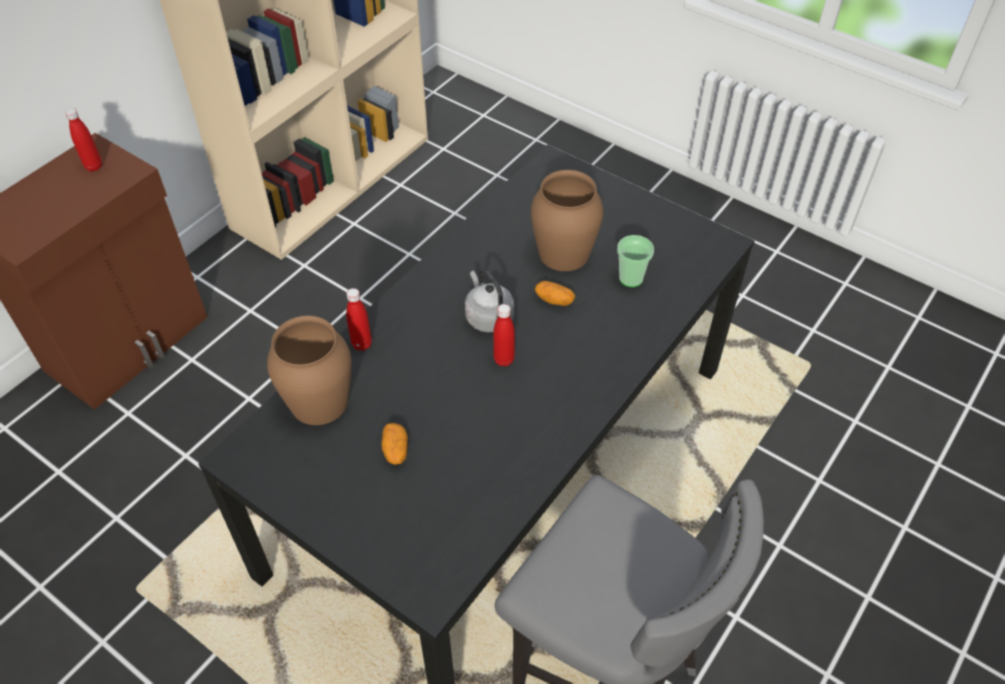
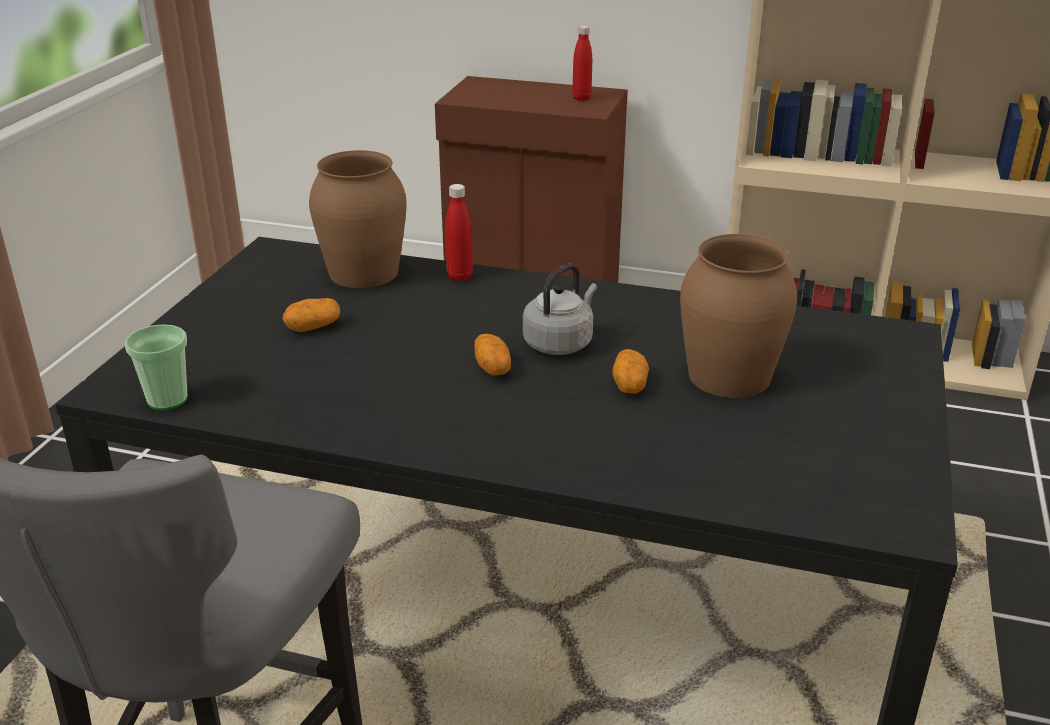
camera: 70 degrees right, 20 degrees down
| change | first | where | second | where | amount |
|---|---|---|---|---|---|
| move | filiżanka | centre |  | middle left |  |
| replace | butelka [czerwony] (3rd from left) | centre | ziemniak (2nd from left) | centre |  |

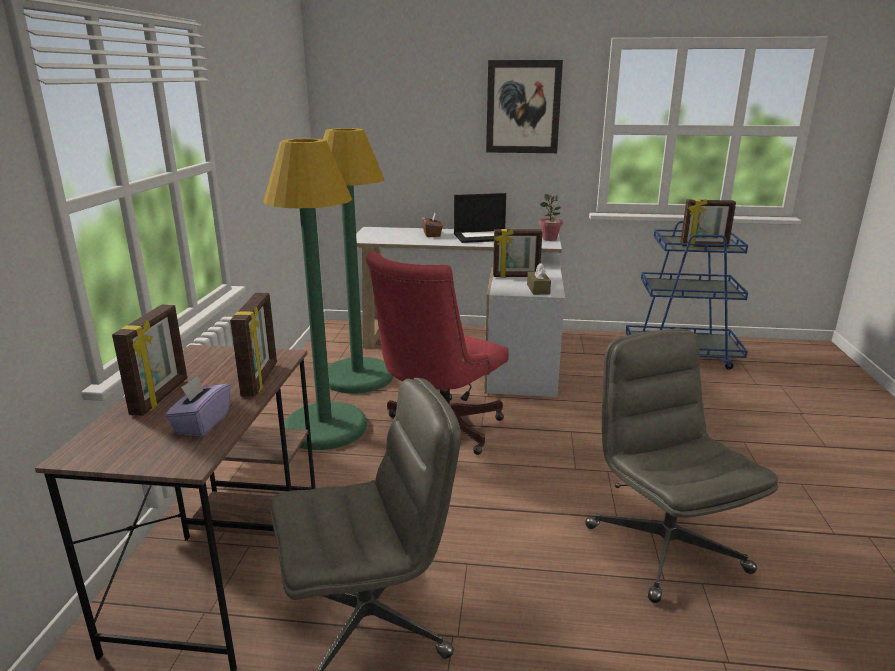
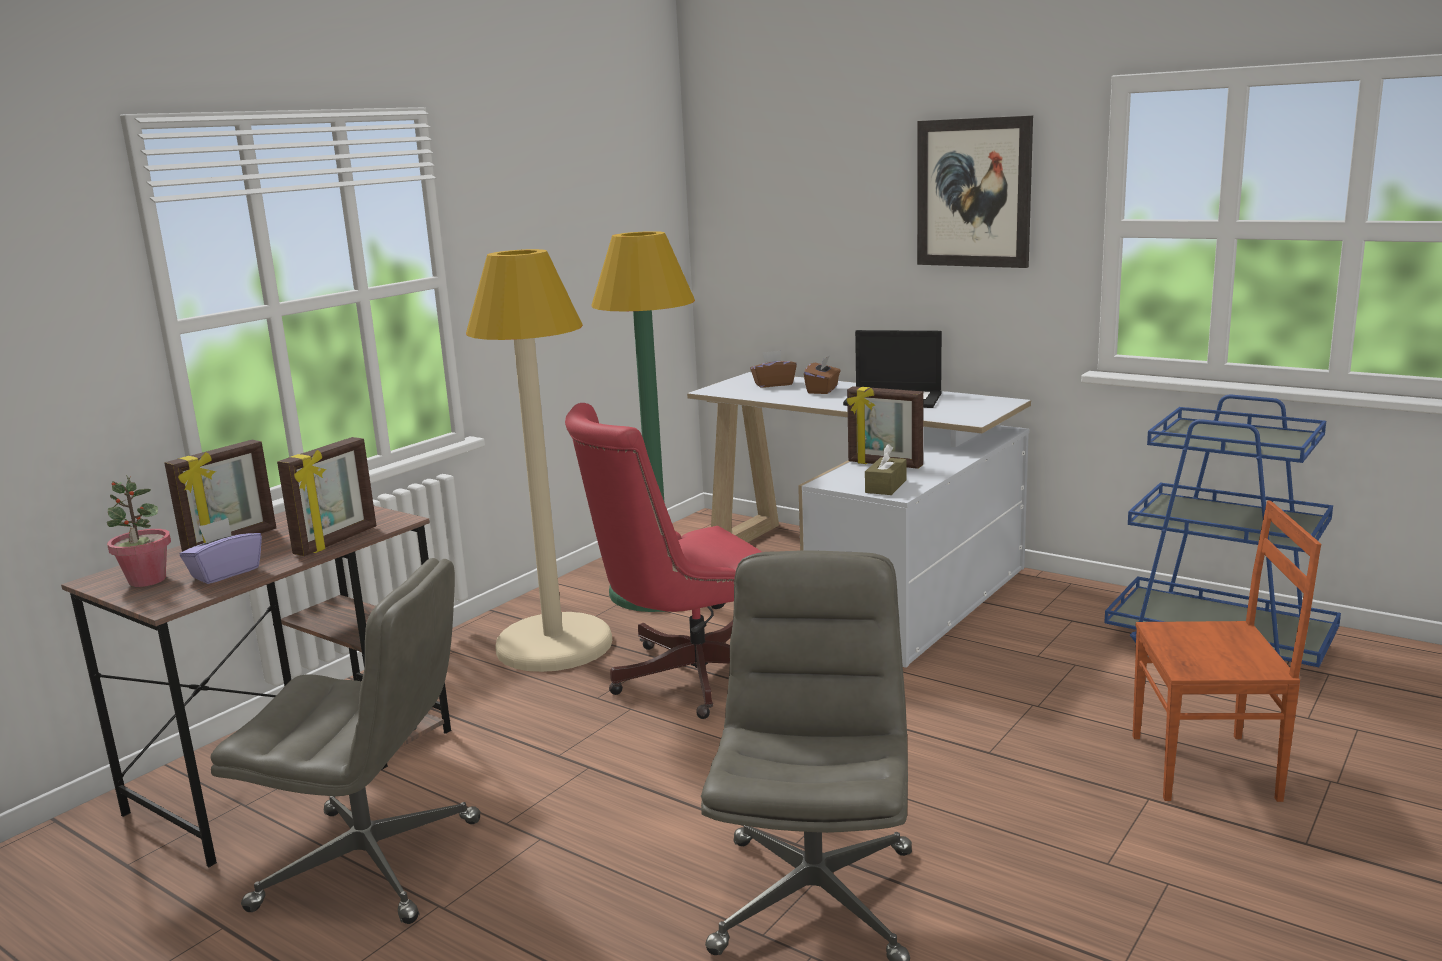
camera: 30 degrees right, 5 degrees down
| change | first | where | second | where | amount |
|---|---|---|---|---|---|
| move | roślina doniczkowa | top centre |  | middle left |  |
| recolor | lampa stojąca [zielony] (1st from left) | centre | lampa stojąca [beżowy] | centre |  |
| insert |  |  | pudełko chusteczek [brązowy] (1st from left) | centre |  |
| insert |  |  | krzesło [brązowy] | bottom right |  |
| delete | ramka na zdjęcie (4th from left) | top right |  |  |  |

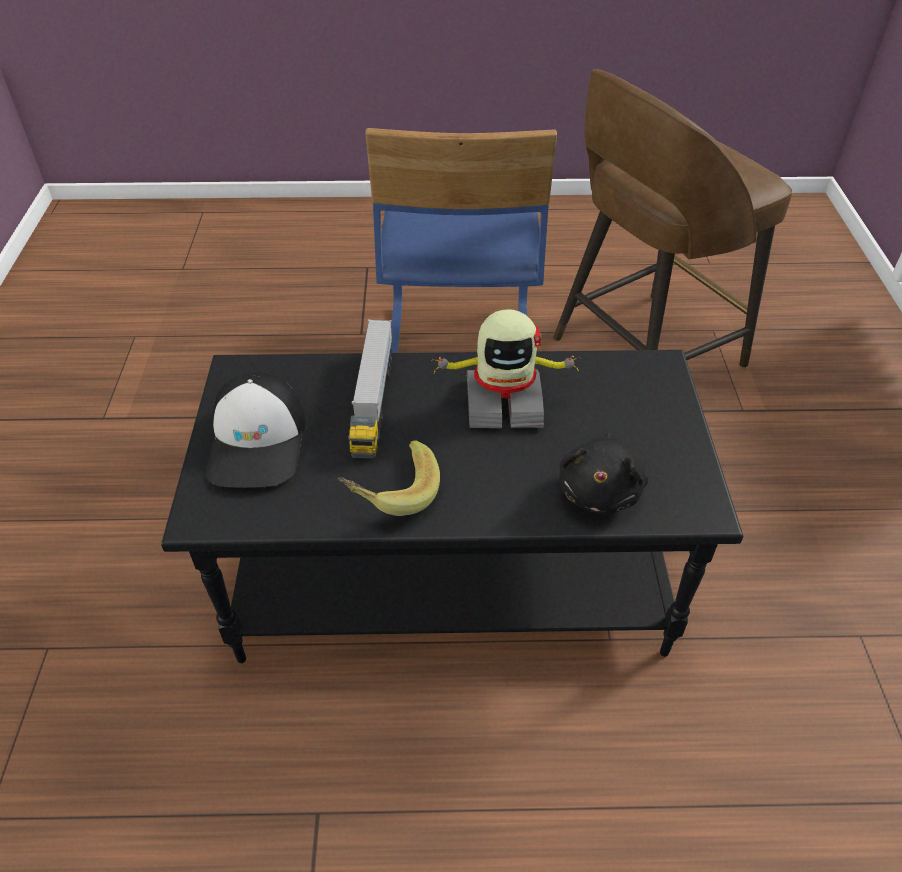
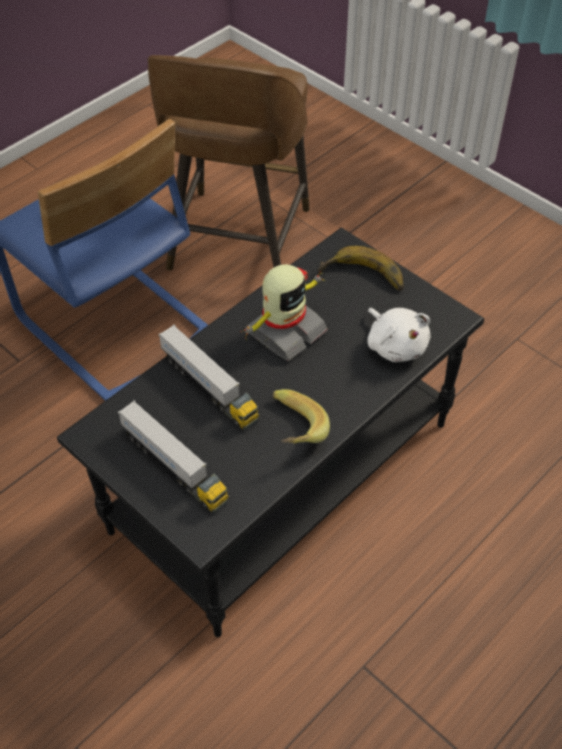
camera: 45 degrees left, 5 degrees up
| change | first | where | second | where | amount |
|---|---|---|---|---|---|
| replace | czapka z daszkiem | middle left | ciężarówka zabawkowa (1st from left) | middle left |  |
| insert |  |  | banan (2nd from left) | centre |  |
| recolor | pluszak [czarny] | middle right | pluszak [biały] | middle right |  |

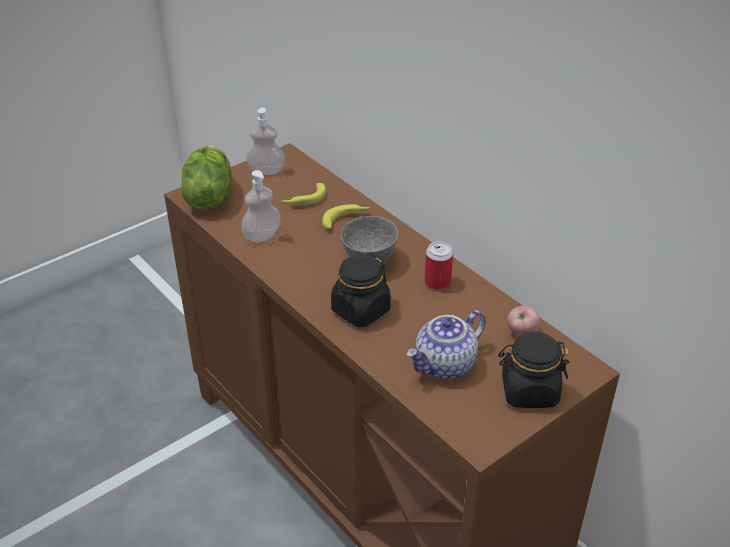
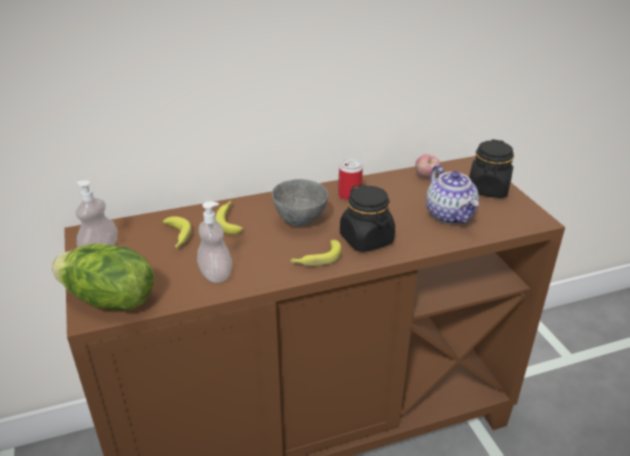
camera: 70 degrees left, 5 degrees down
| change | first | where | second | where | amount |
|---|---|---|---|---|---|
| insert |  |  | banan (3rd from left) | centre |  |

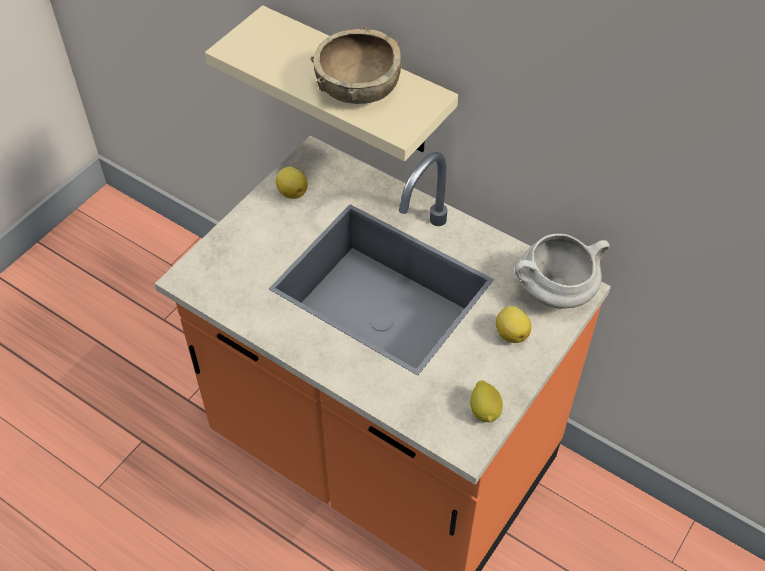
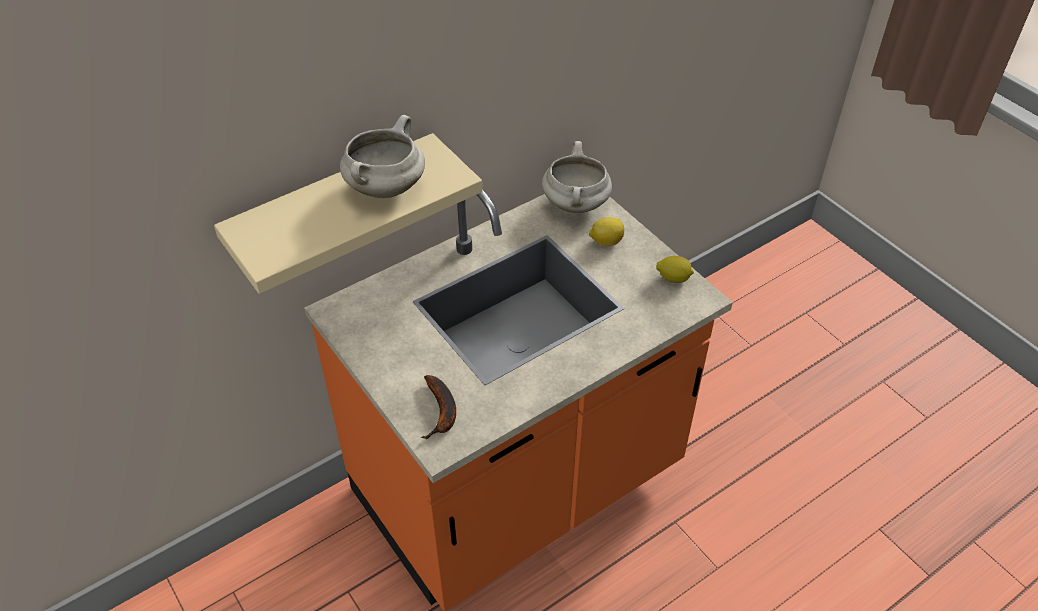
camera: 70 degrees left, 5 degrees down
| change | first | where | second | where | amount |
|---|---|---|---|---|---|
| replace | miska [brązowy] | top centre | garnek [biały] (1st from left) | top centre |  |
| insert |  |  | banan | centre |  |
| delete | cytryna (1st from left) | top centre |  |  |  |

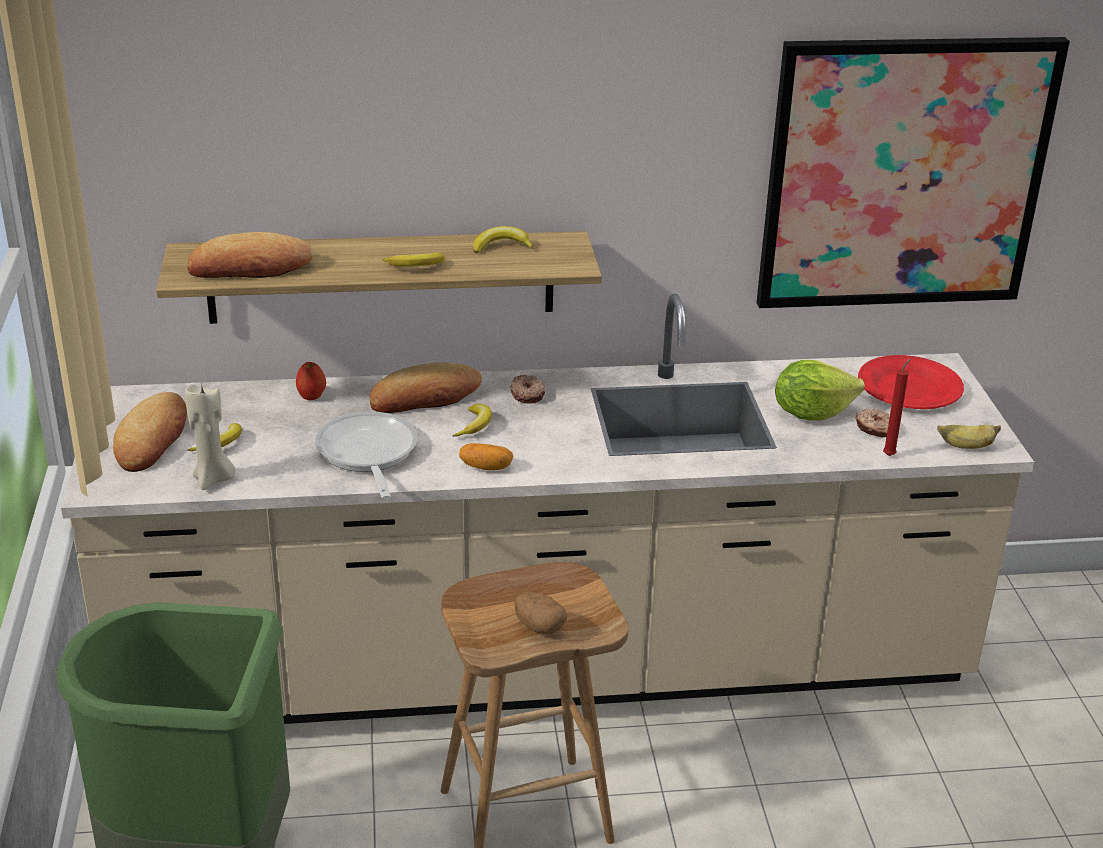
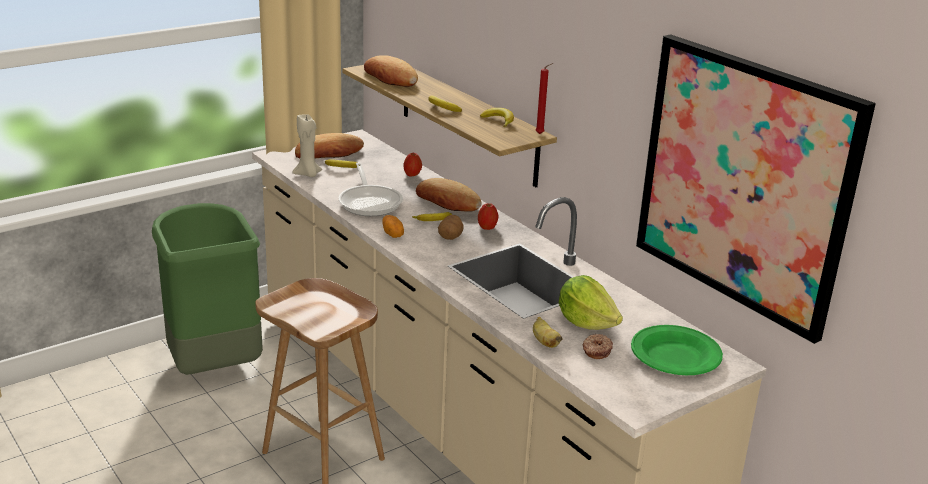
camera: 60 degrees right, 5 degrees down
| change | first | where | second | where | amount |
|---|---|---|---|---|---|
| rotate | patelnia | middle left |  | centre | 120 degrees clockwise |
| move | ziemniak (2nd from left) | bottom centre |  | centre |  |
| replace | donut (1st from left) | centre | jabłko (2nd from left) | centre |  |
| move | banan (5th from left) | middle right |  | bottom centre |  |
| move | świeca [czerwony] | middle right |  | top centre |  |
| recolor | talerz [czerwony] | middle right | talerz [zielony] | bottom right |  |

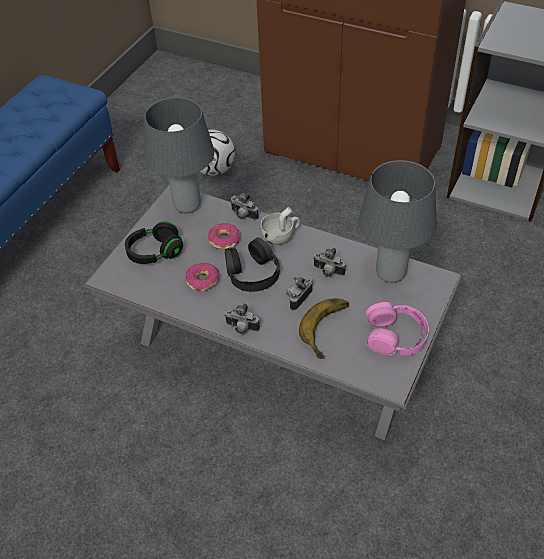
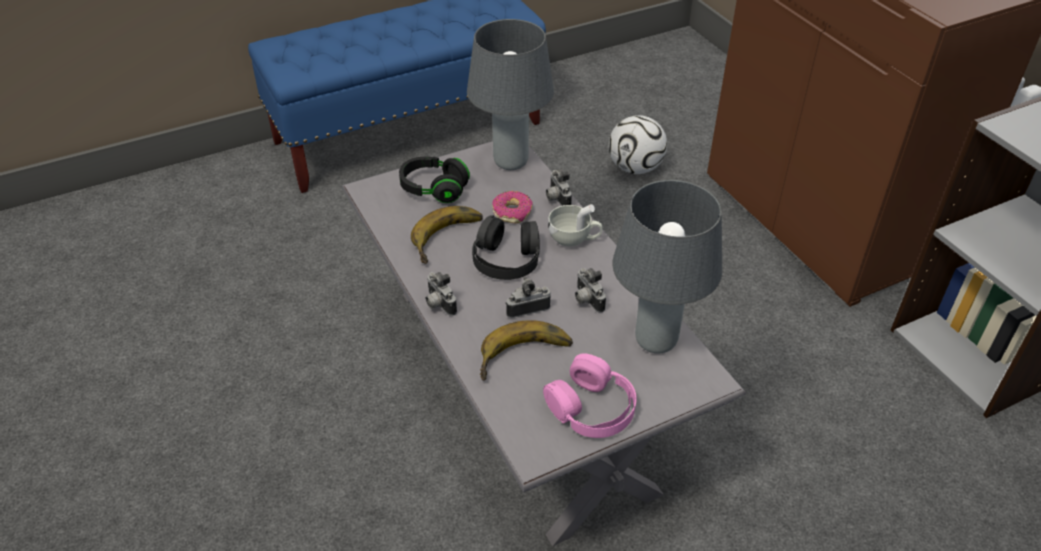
camera: 35 degrees right, 5 degrees down
| change | first | where | second | where | amount |
|---|---|---|---|---|---|
| replace | donut (1st from left) | centre | banan (1st from left) | centre |  |

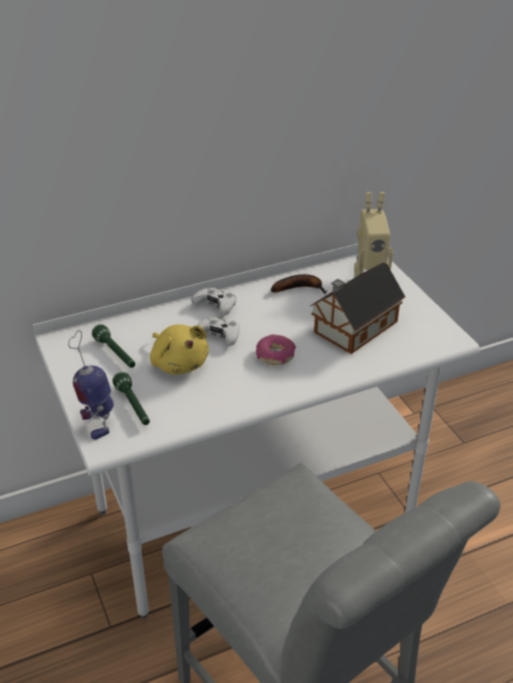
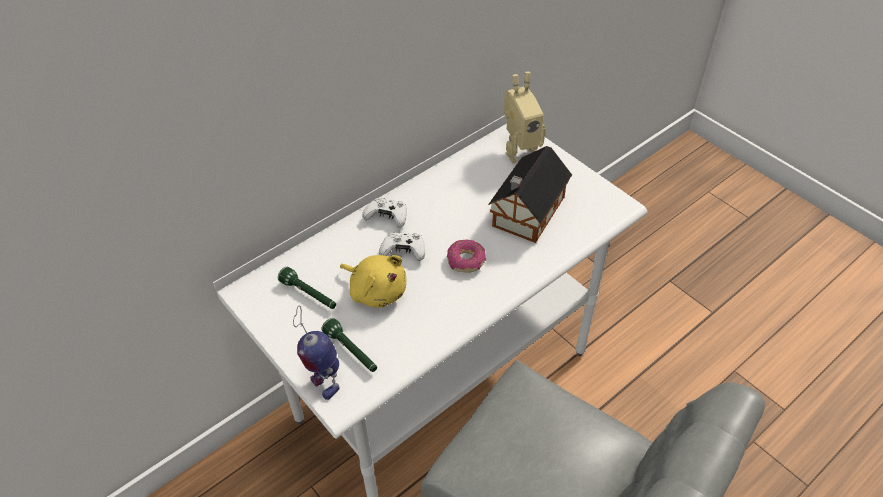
camera: 15 degrees left, 10 degrees up
| change | first | where | second | where | amount |
|---|---|---|---|---|---|
| delete | banan | centre |  |  |  |

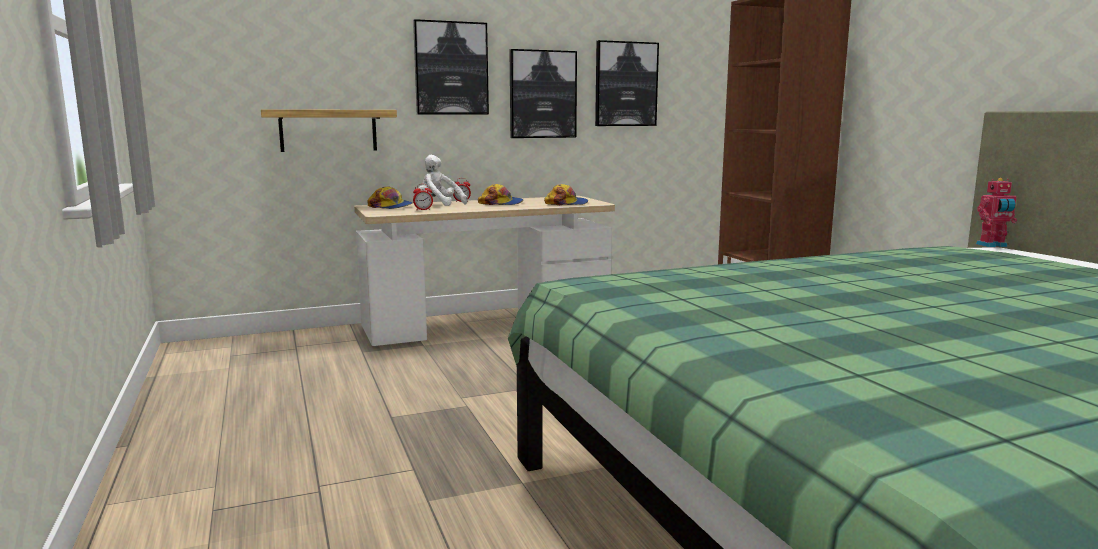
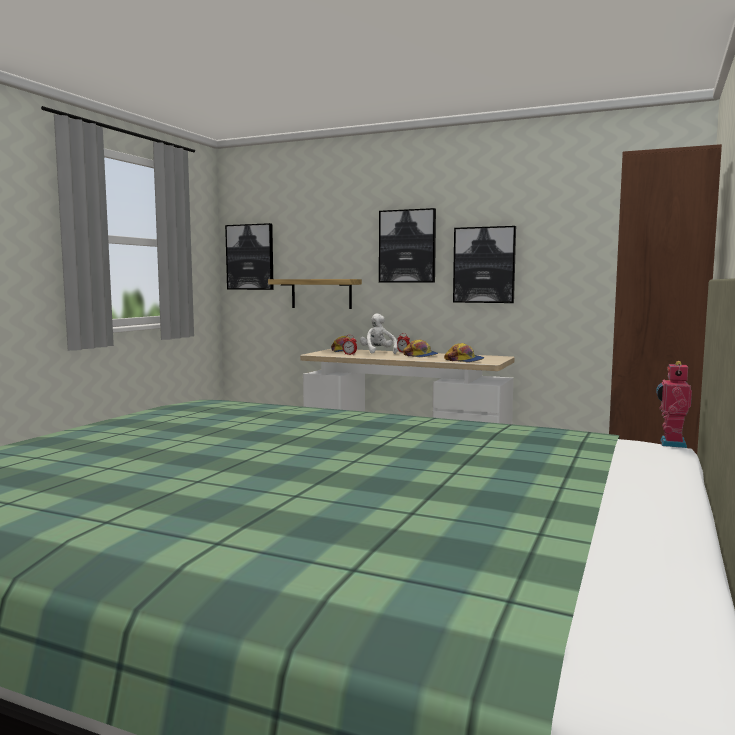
camera: 45 degrees right, 5 degrees down
| change | first | where | second | where | amount |
|---|---|---|---|---|---|
| move | obraz (3rd from left in the first image) | top centre | obraz (1st from left) | centre |  |
| rotate | robot zabawkowy | middle right |  | middle right | 75 degrees clockwise |

